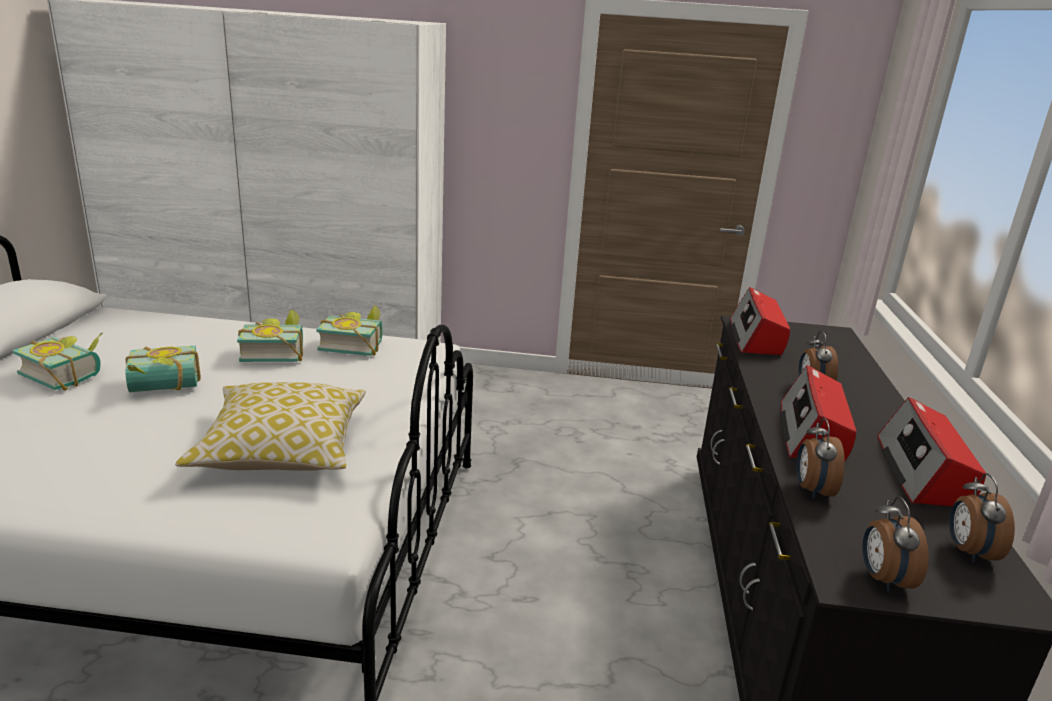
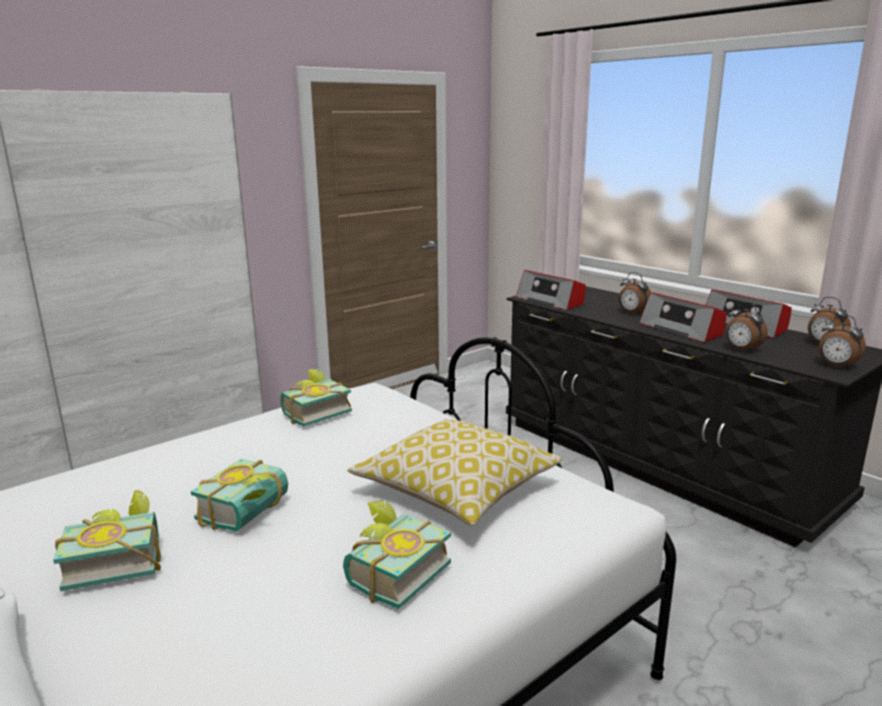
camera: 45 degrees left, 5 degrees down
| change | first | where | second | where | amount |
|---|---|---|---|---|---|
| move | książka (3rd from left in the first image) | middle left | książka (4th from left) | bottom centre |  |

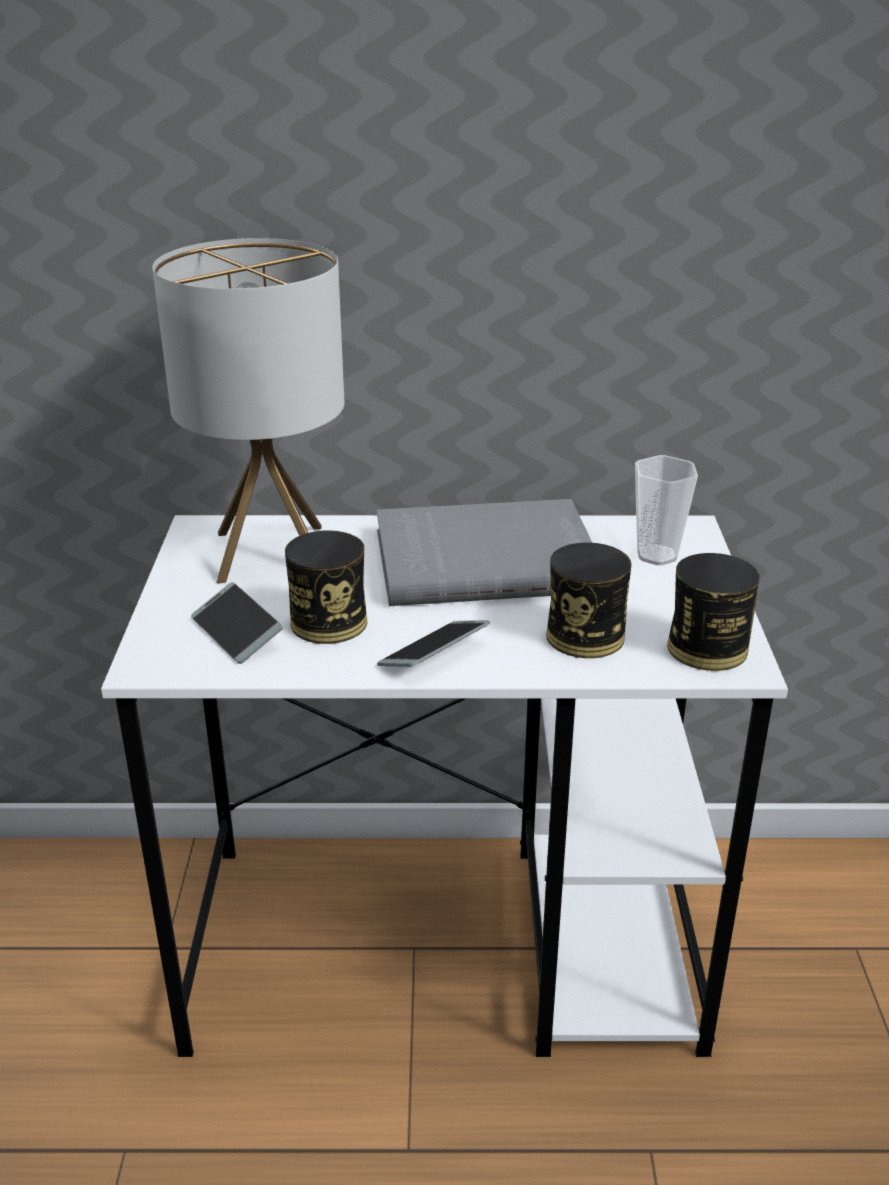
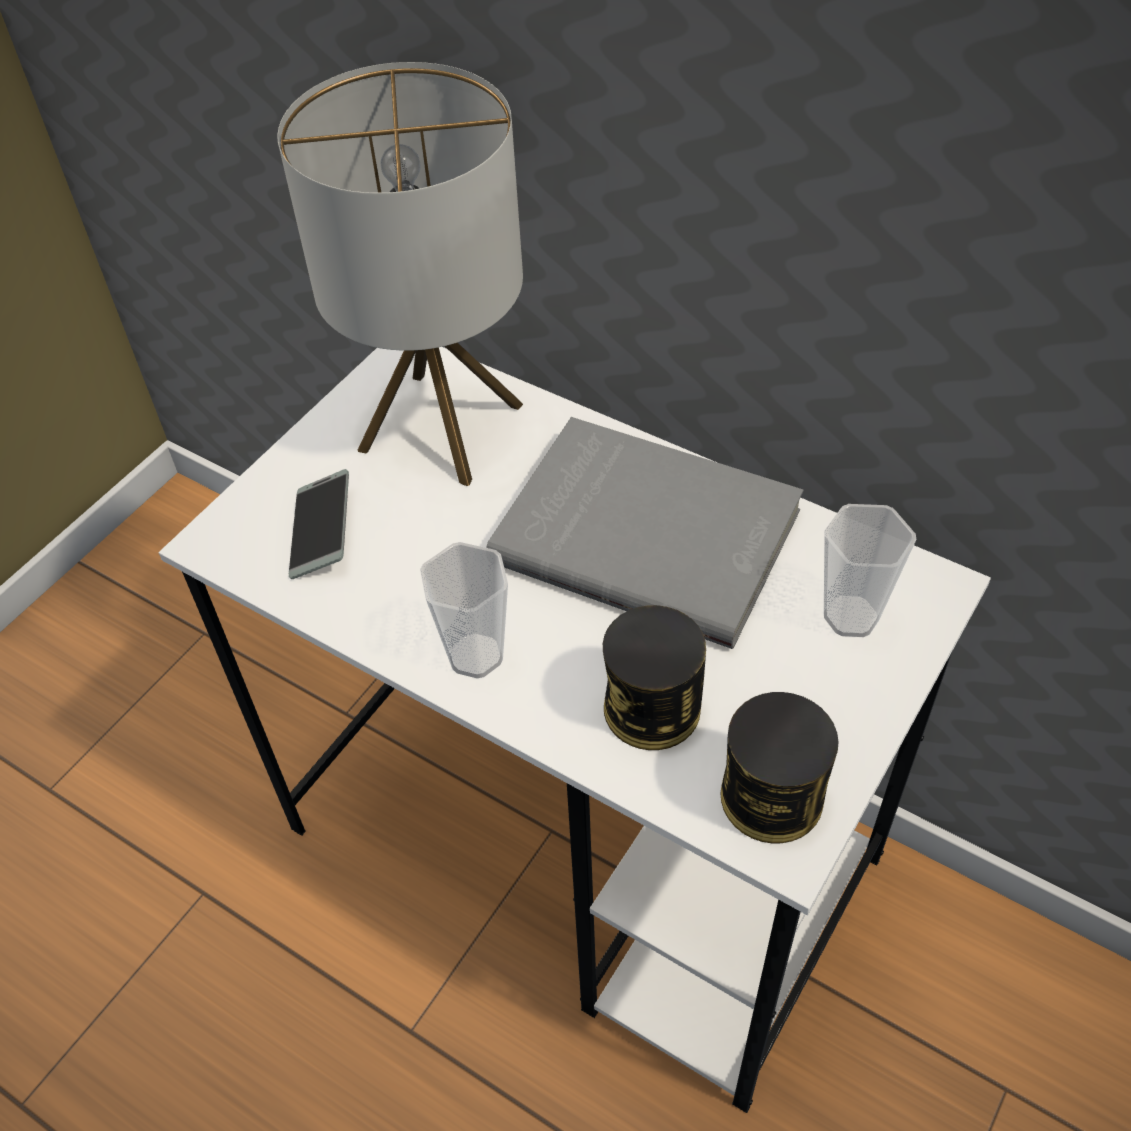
camera: 35 degrees right, 20 degrees up
| change | first | where | second | where | amount |
|---|---|---|---|---|---|
| replace | telefon (2nd from left) | centre | filiżanka (1st from left) | centre |  |
| delete | puszka (1st from left) | centre |  |  |  |

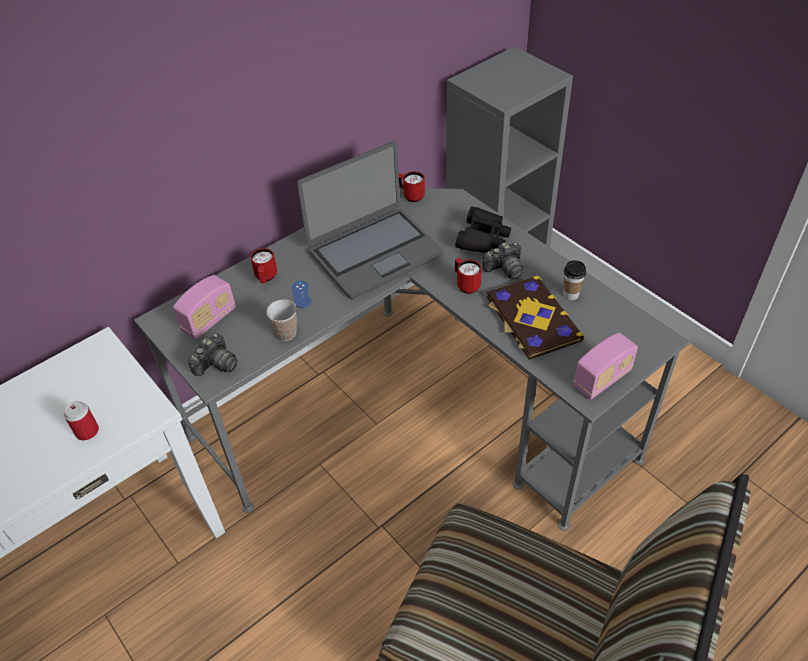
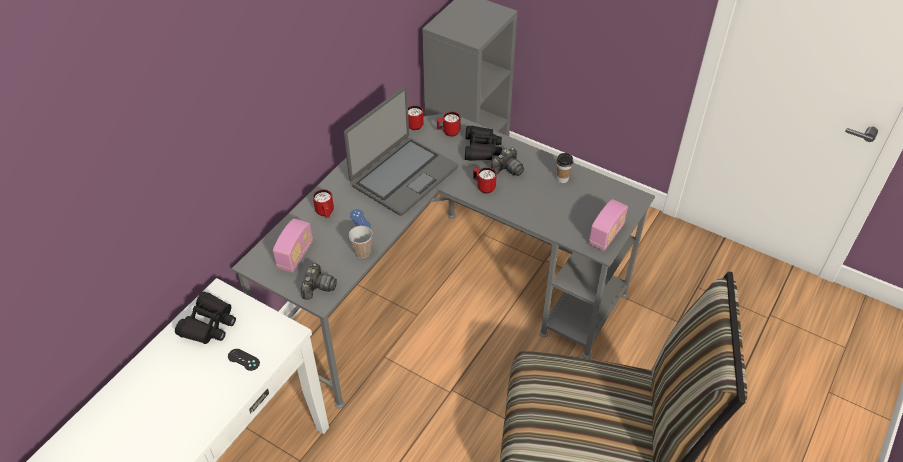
camera: 20 degrees left, 0 degrees up
| change | first | where | second | where | amount |
|---|---|---|---|---|---|
| insert |  |  | lornetka [czarny] (1st from left) | bottom left |  |
| replace | puszka | middle left | pad do gier [czarny] | bottom left |  |
| insert |  |  | kubek [czerwony] (3rd from left) | top centre |  |
| delete | książka | centre |  |  |  |

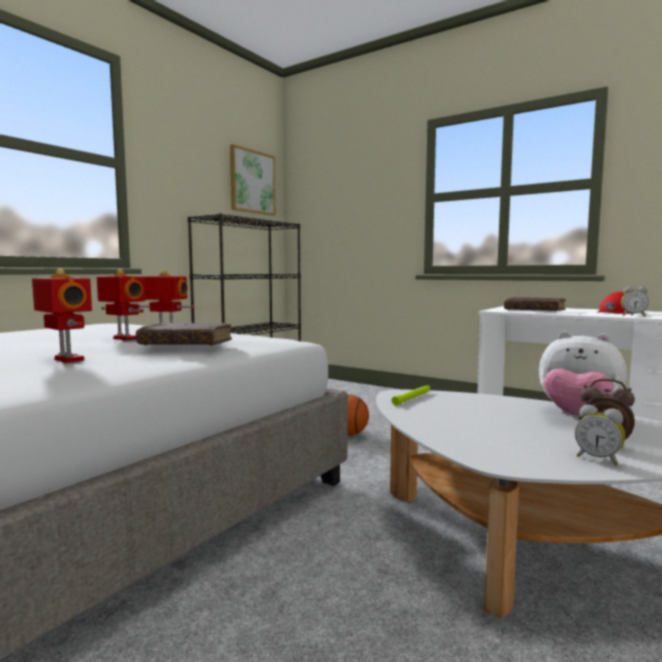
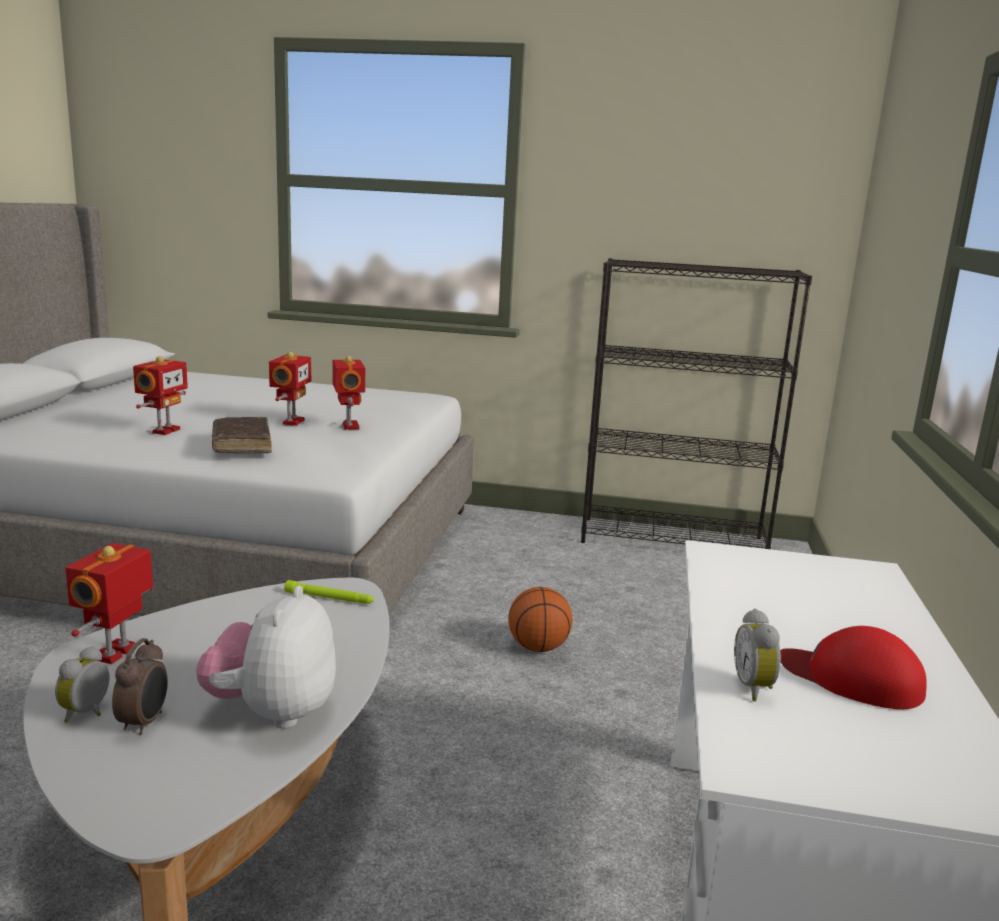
camera: 65 degrees right, 10 degrees up
| change | first | where | second | where | amount |
|---|---|---|---|---|---|
| insert |  |  | robot zabawkowy (1st from left) | middle left |  |
| delete | obraz | top centre |  |  |  |
| delete | książka [brązowy] (2nd from left) | middle right |  |  |  |

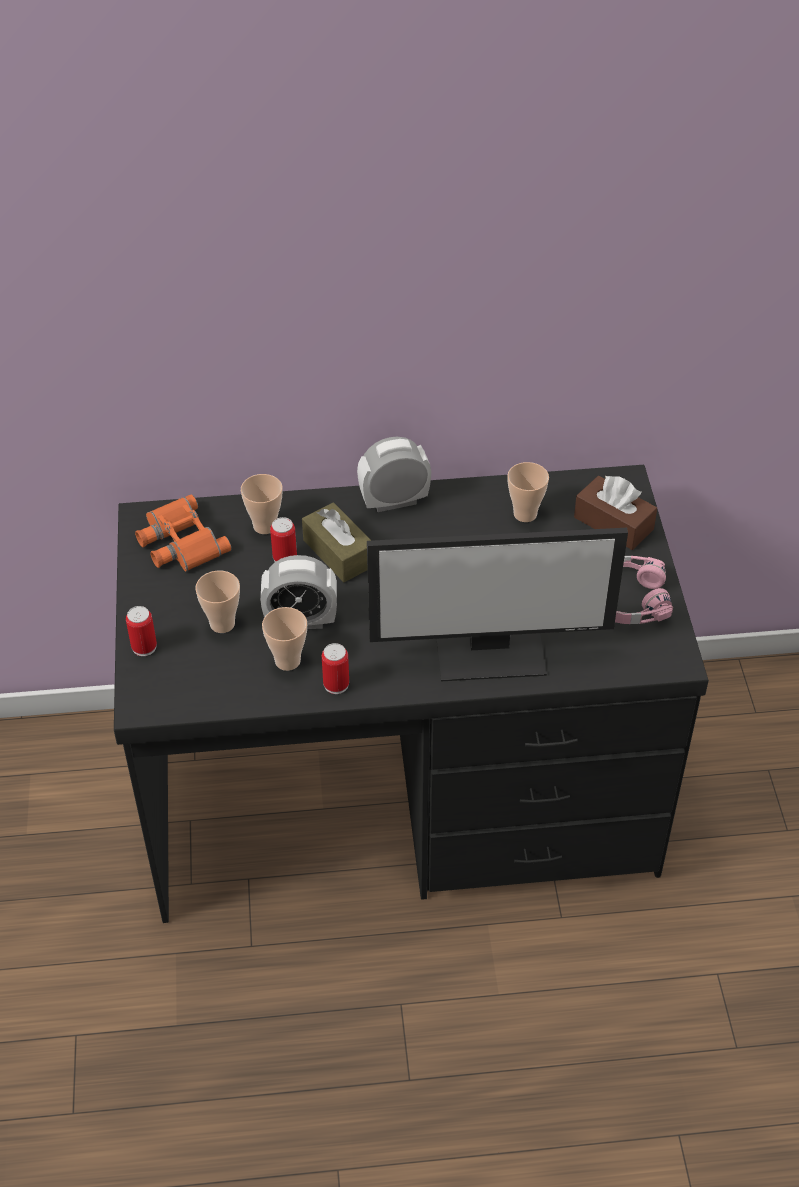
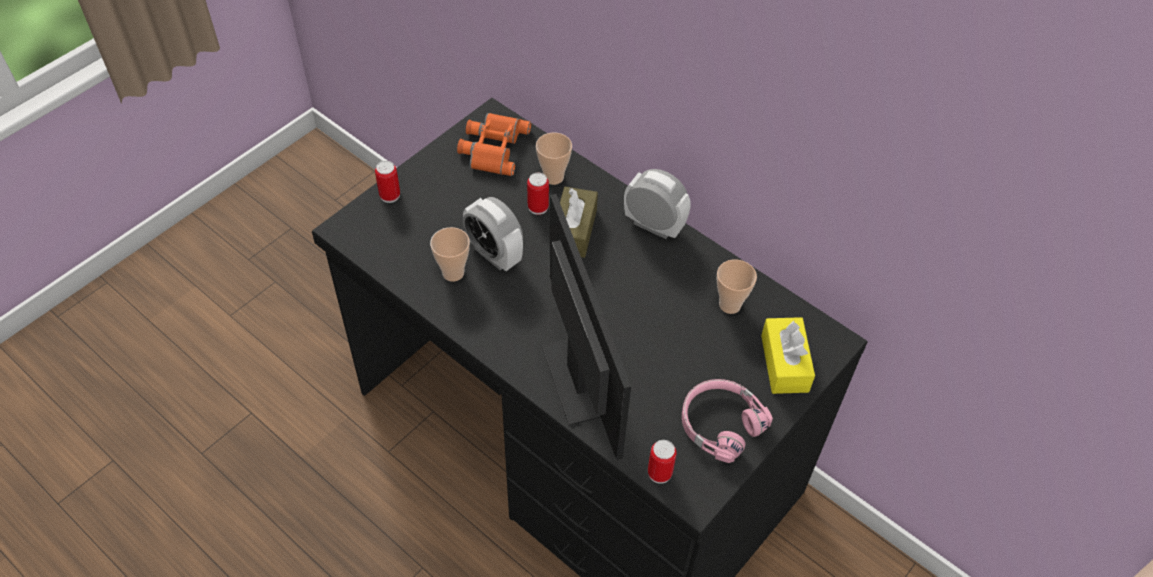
camera: 45 degrees right, 5 degrees up
| change | first | where | second | where | amount |
|---|---|---|---|---|---|
| rotate | monitor | centre |  | centre | 150 degrees counterclockwise |
| move | puszka (3rd from left) | centre |  | bottom centre |  |
| recolor | pudełko chusteczek [brązowy] (2nd from left) | middle right | pudełko chusteczek [żółty] | middle right |  |
| delete | filiżanka (1st from left) | middle left |  |  |  |

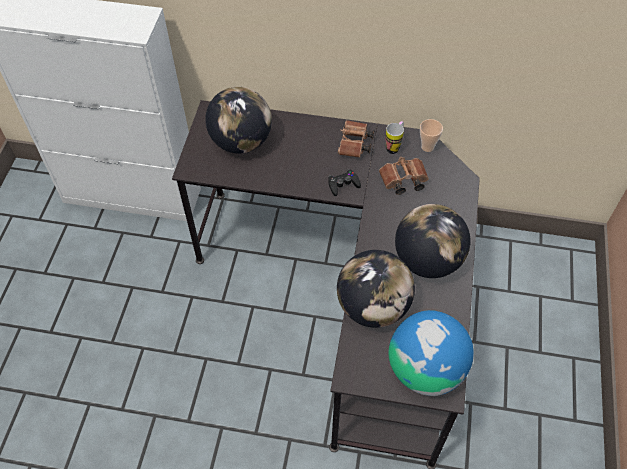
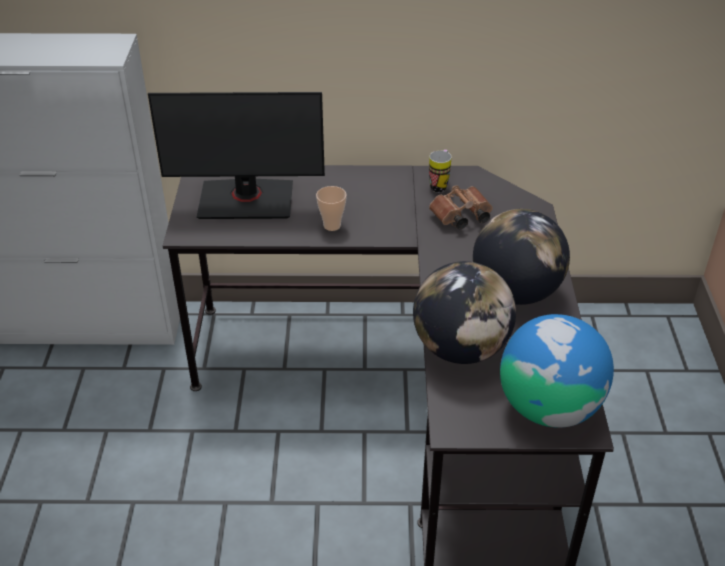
camera: 10 degrees left, 15 degrees down
| change | first | where | second | where | amount |
|---|---|---|---|---|---|
| replace | globus (1st from left) | top centre | monitor | top left |  |
| move | filiżanka | top right |  | centre |  |
| delete | pad do gier [czarny] | centre |  |  |  |
| delete | lornetka [brązowy] (1st from left) | top centre |  |  |  |

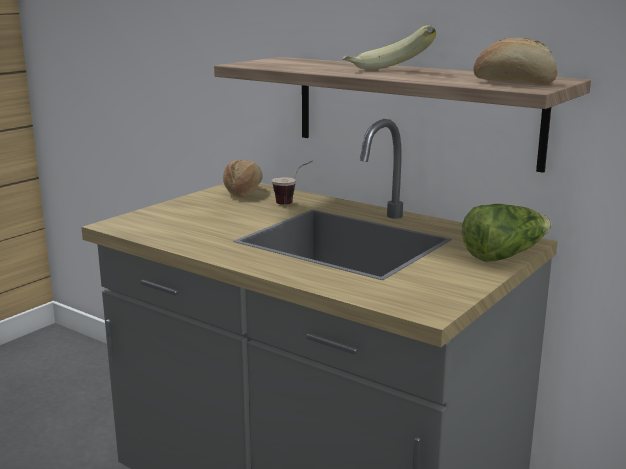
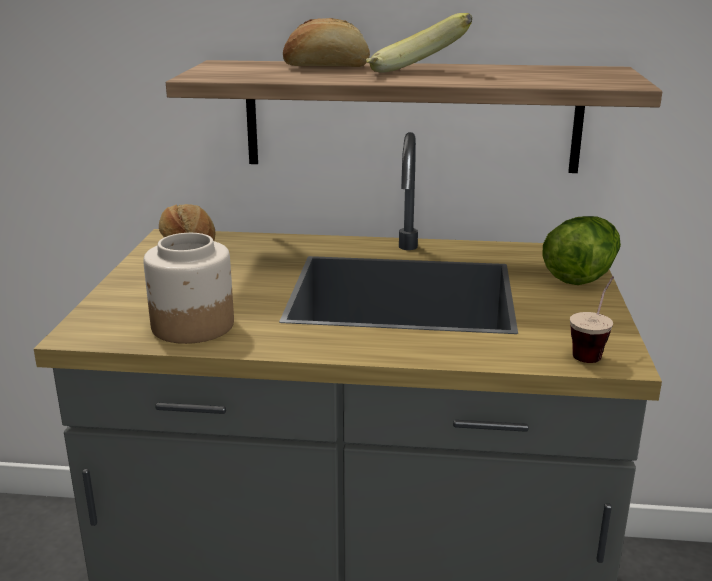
camera: 30 degrees left, 5 degrees up
| change | first | where | second | where | amount |
|---|---|---|---|---|---|
| insert |  |  | słoik | middle left |  |
| move | chleb (2nd from left) | top right |  | top centre |  |
| move | filiżanka | centre |  | middle right |  |

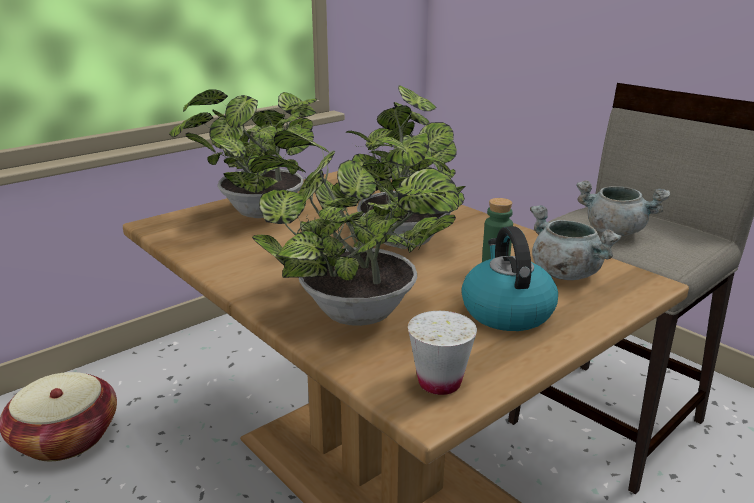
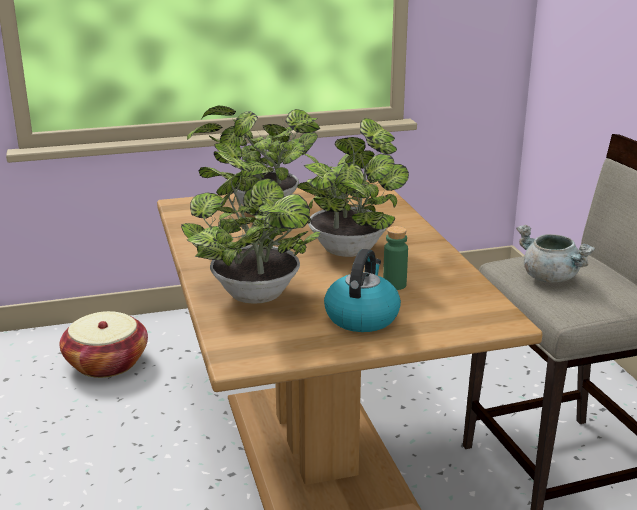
camera: 25 degrees right, 0 degrees up
| change | first | where | second | where | amount |
|---|---|---|---|---|---|
| delete | filiżanka [biały] | bottom centre |  |  |  |
| delete | garnek [szary] (1st from left) | middle right |  |  |  |

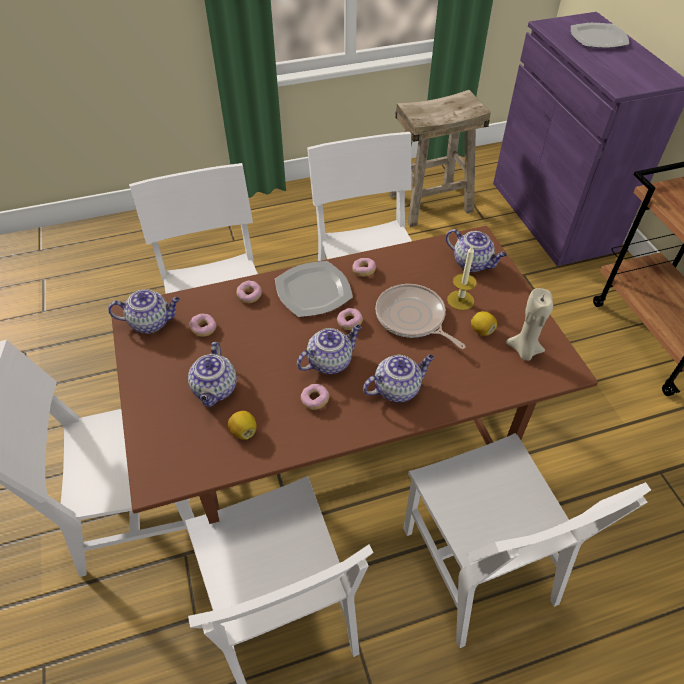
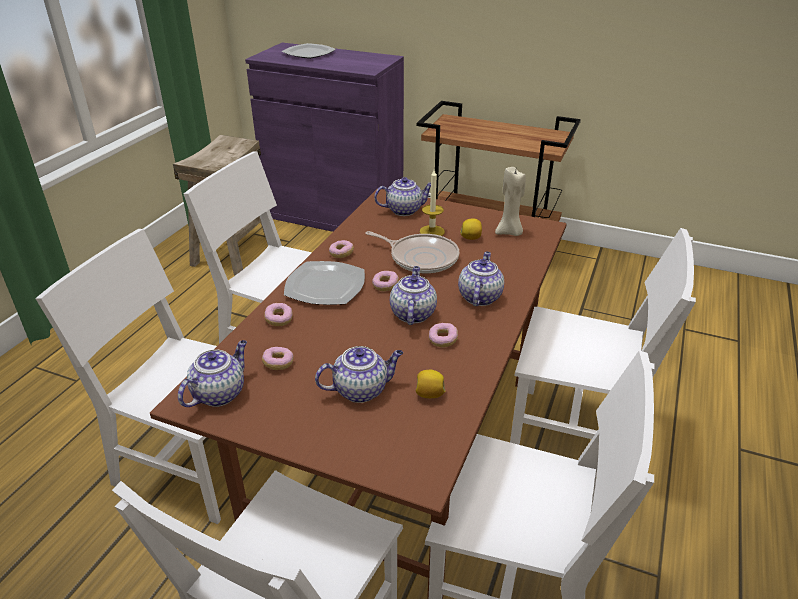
camera: 50 degrees left, 15 degrees down
| change | first | where | second | where | amount |
|---|---|---|---|---|---|
| rotate | imbryk (2nd from left) | middle left |  | centre | 60 degrees counterclockwise |
| rotate | patelnia | centre |  | centre | 150 degrees counterclockwise |

